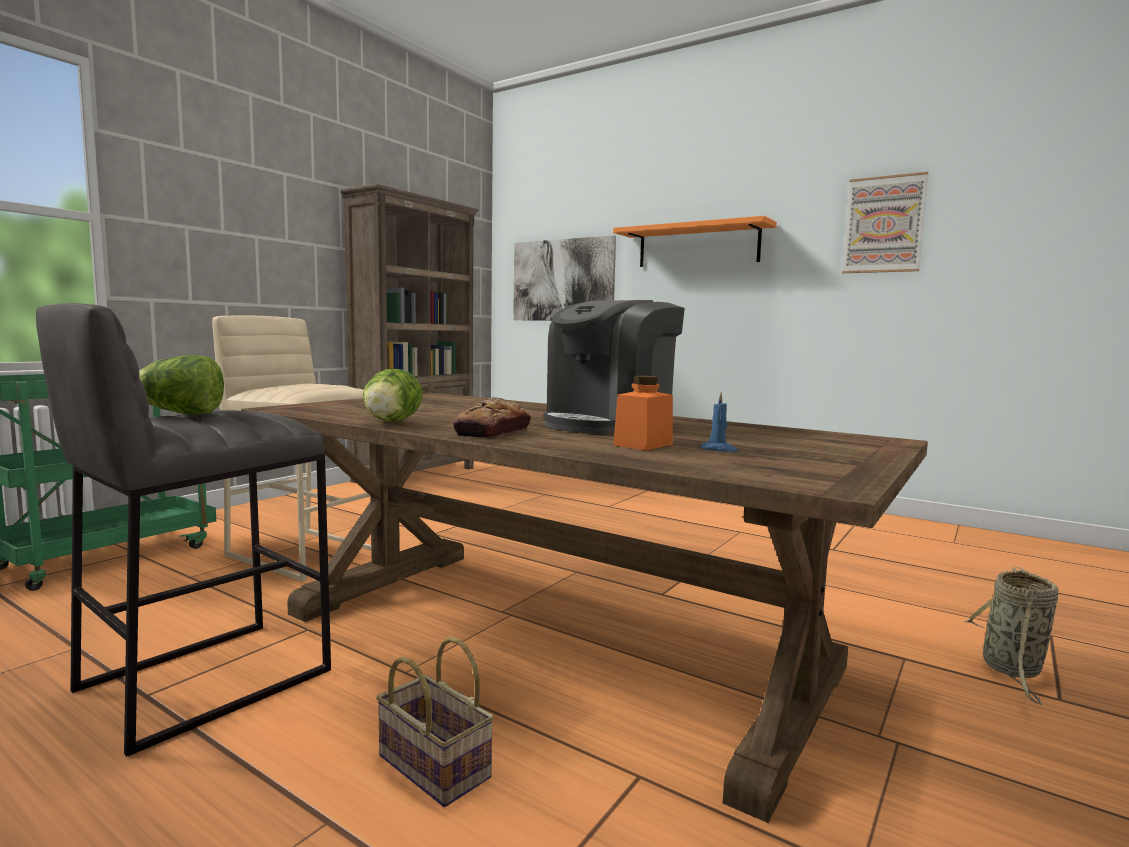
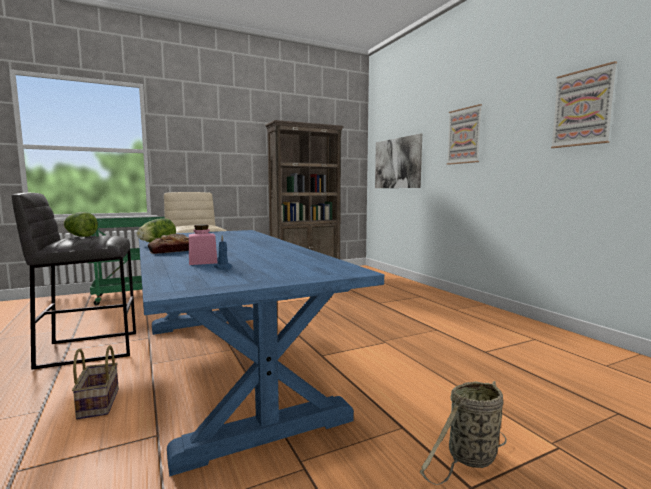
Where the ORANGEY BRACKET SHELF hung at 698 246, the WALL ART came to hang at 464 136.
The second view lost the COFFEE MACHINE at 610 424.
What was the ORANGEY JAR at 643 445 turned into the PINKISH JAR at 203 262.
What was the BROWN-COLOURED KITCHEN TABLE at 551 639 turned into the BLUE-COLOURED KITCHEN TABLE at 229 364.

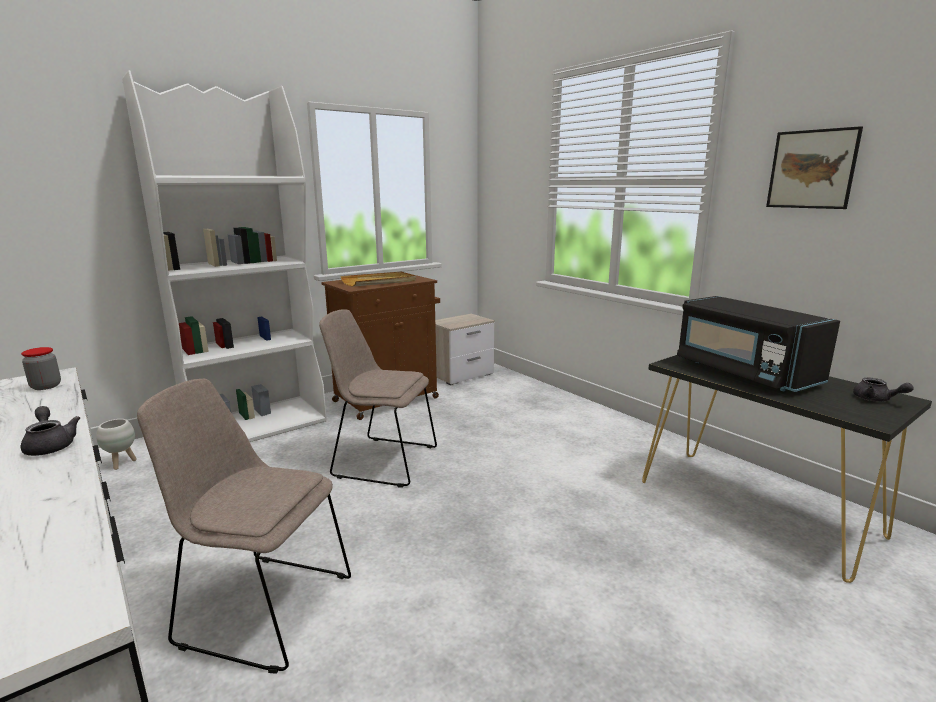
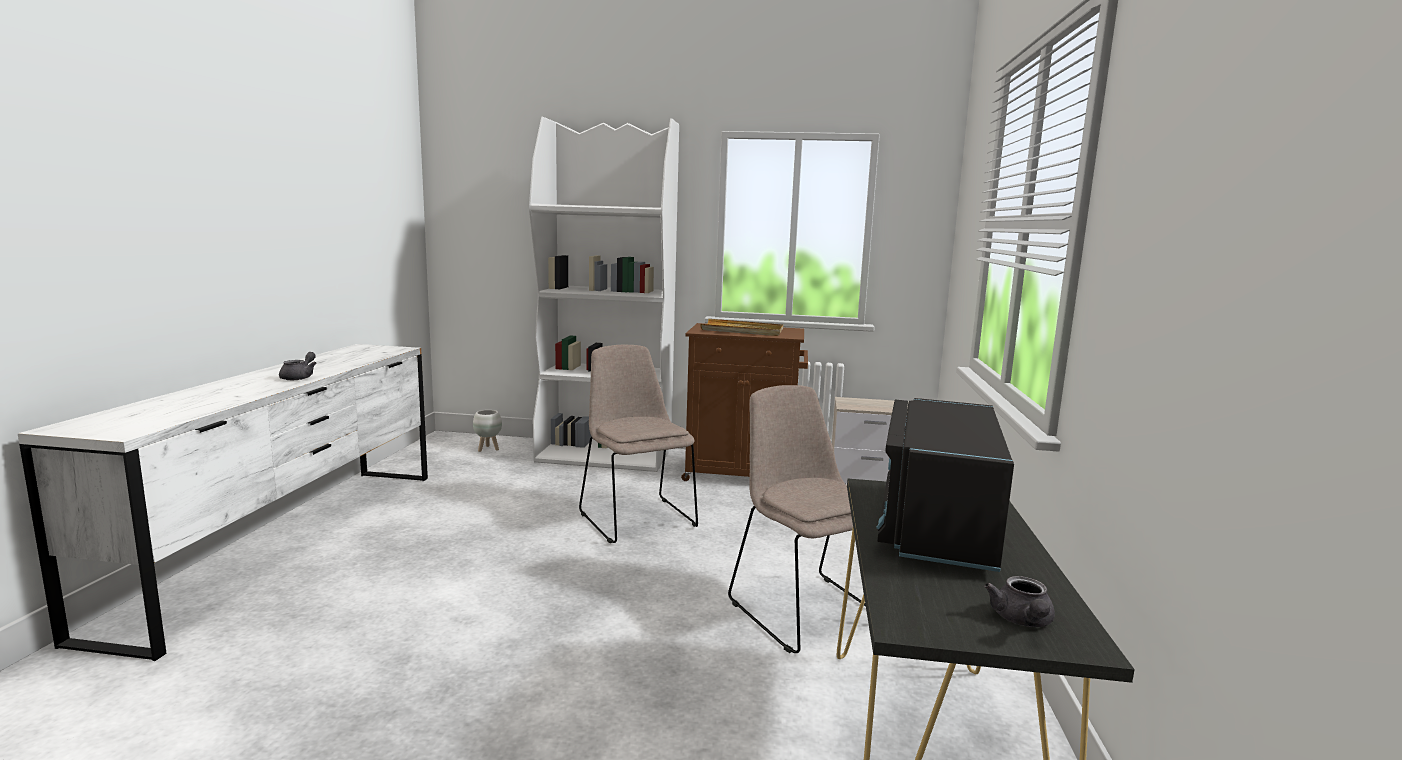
The second view lost the WALL ART at 811 169.
The second view lost the JAR at 46 386.
The BEIGE-COLOURED UPRIGHT CHAIR ended up elsewhere, having gone from 262 607 to 804 609.

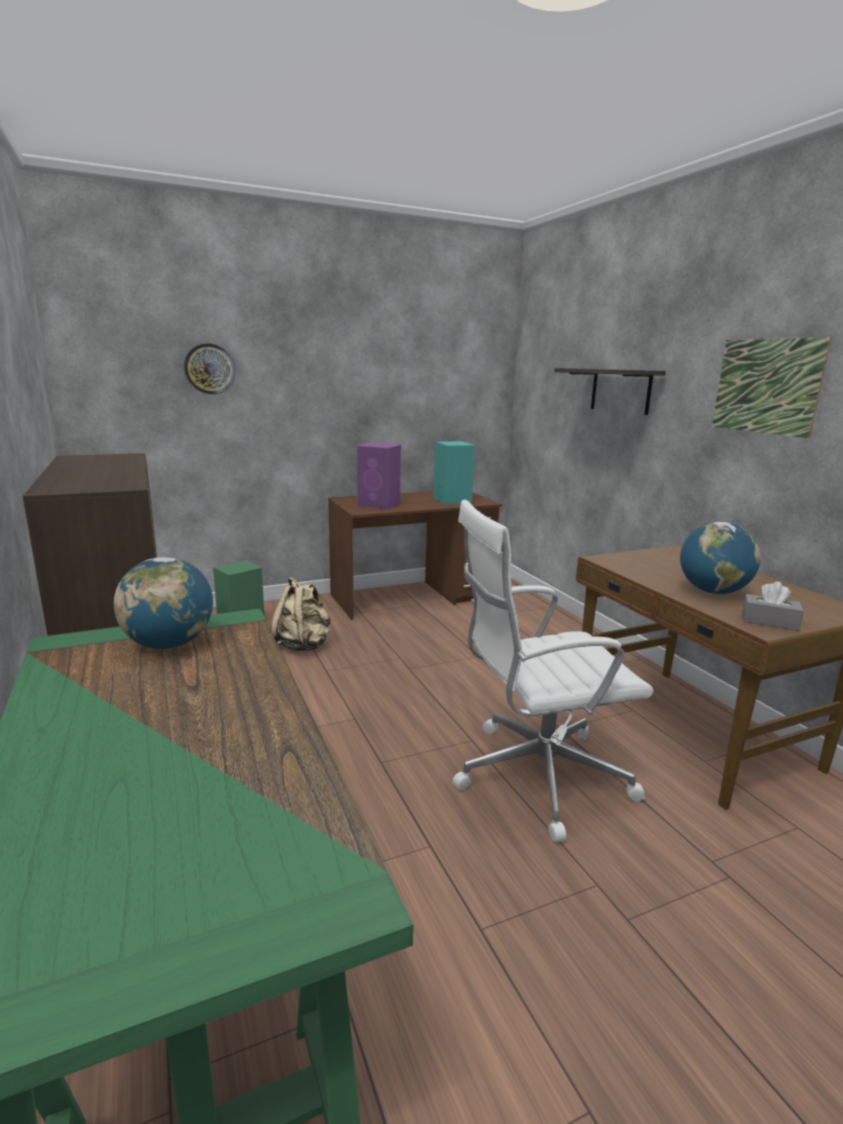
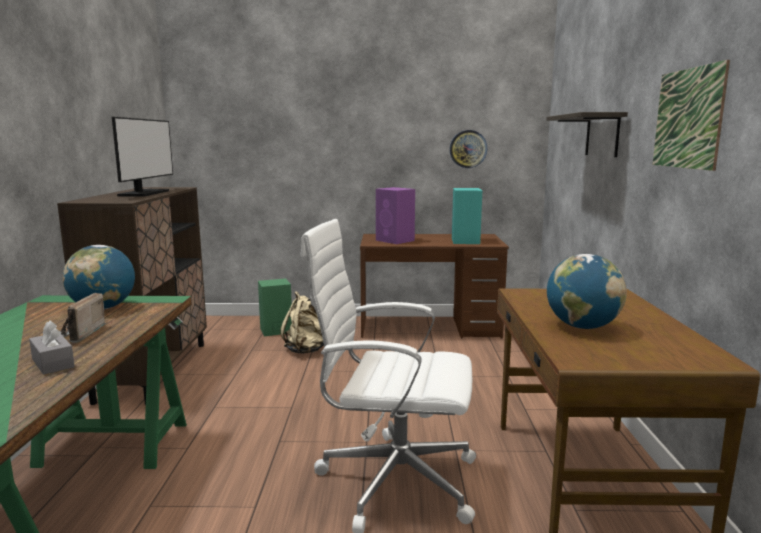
The CLOCK ON THE WALL ended up elsewhere, having gone from 209 369 to 468 149.
The GREYISH BOX OF TISSUES ended up elsewhere, having gone from 769 621 to 53 363.
The second view gained the COMPUTER DISPLAY at 144 193.
The second view gained the RADIO SET at 79 334.

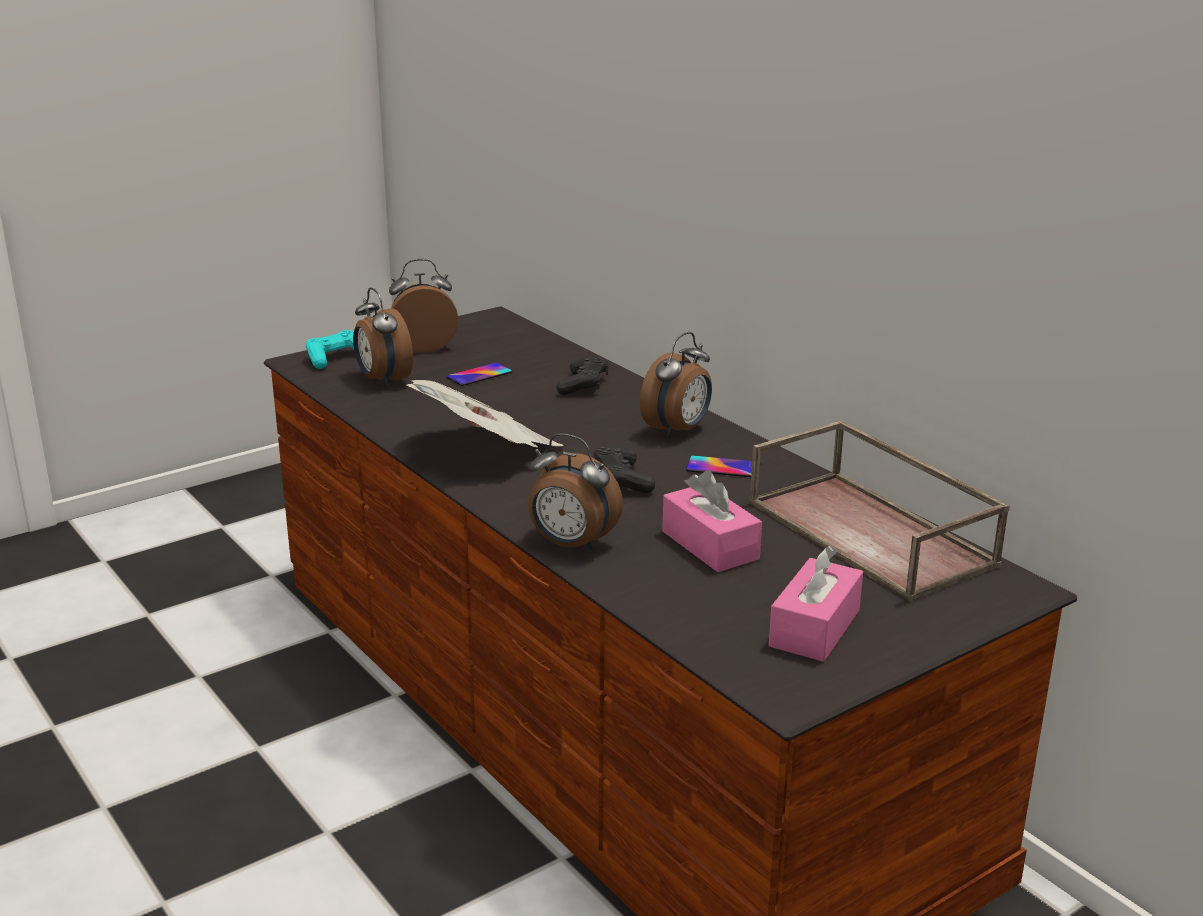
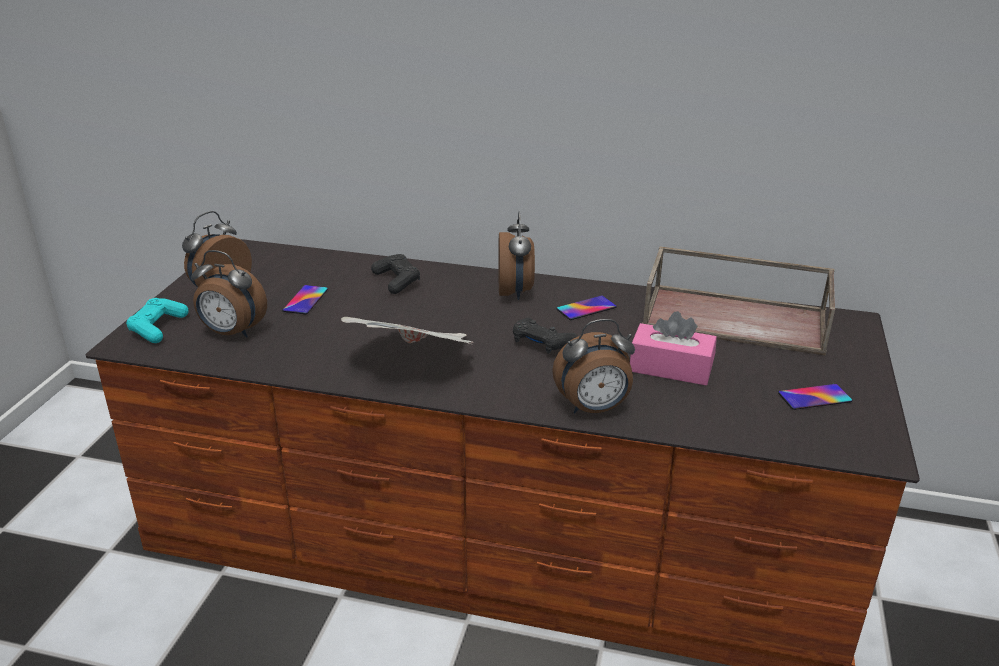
Where the PINKISH BOX OF TISSUES stood at 814 628, the PHONE came to stand at 814 397.

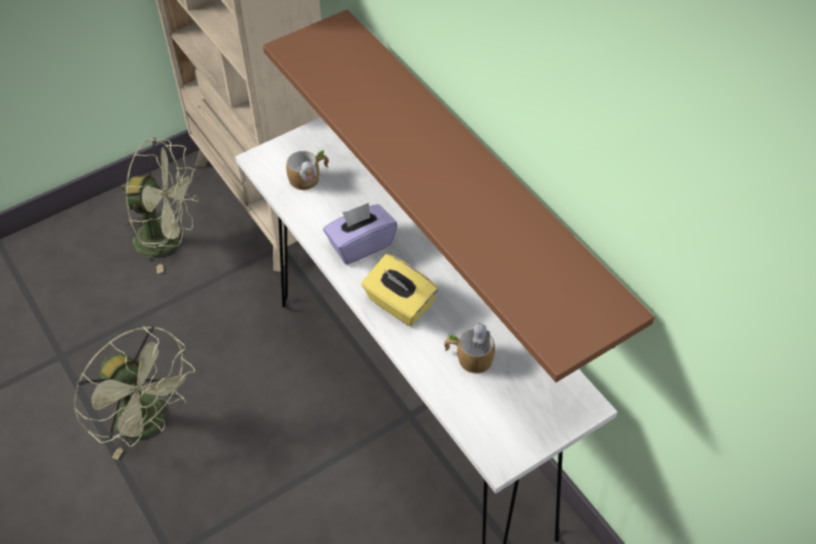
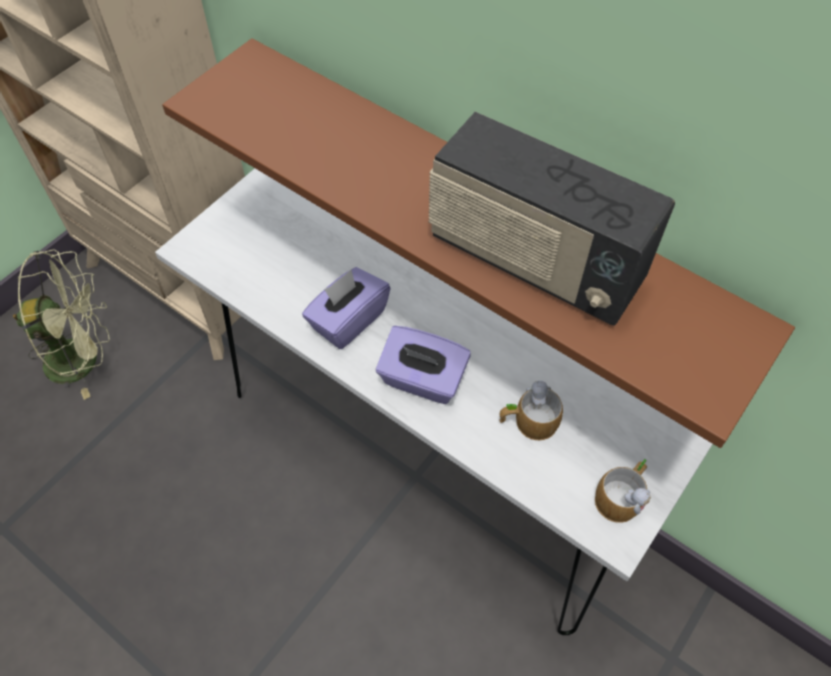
The TEA MUG ended up elsewhere, having gone from 309 177 to 622 496.
What was the YELLOW BOX OF TISSUES at 399 304 turned into the PURPLE BOX OF TISSUES at 422 380.
The second view lost the GREEN ELECTRIC FAN at 149 423.
The second view gained the RADIO SET at 533 261.

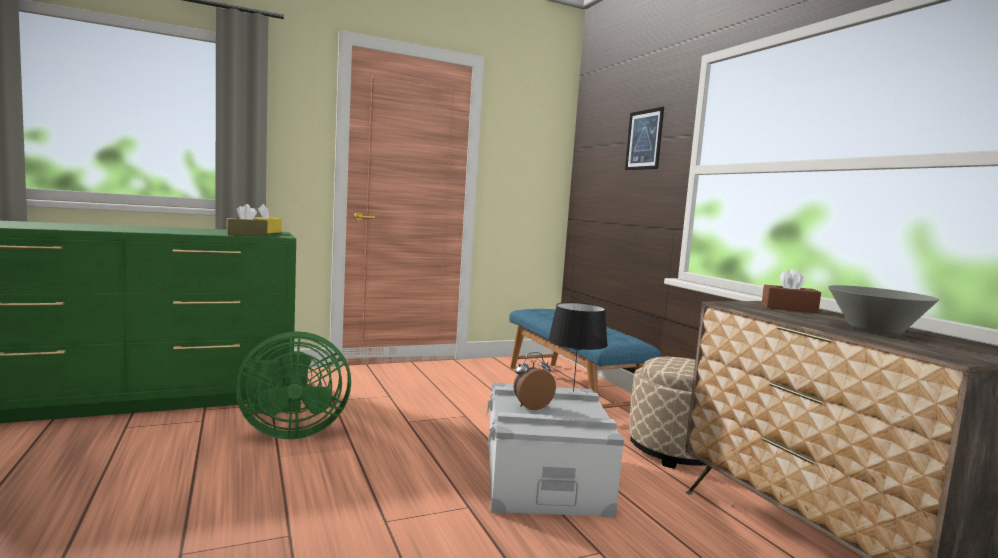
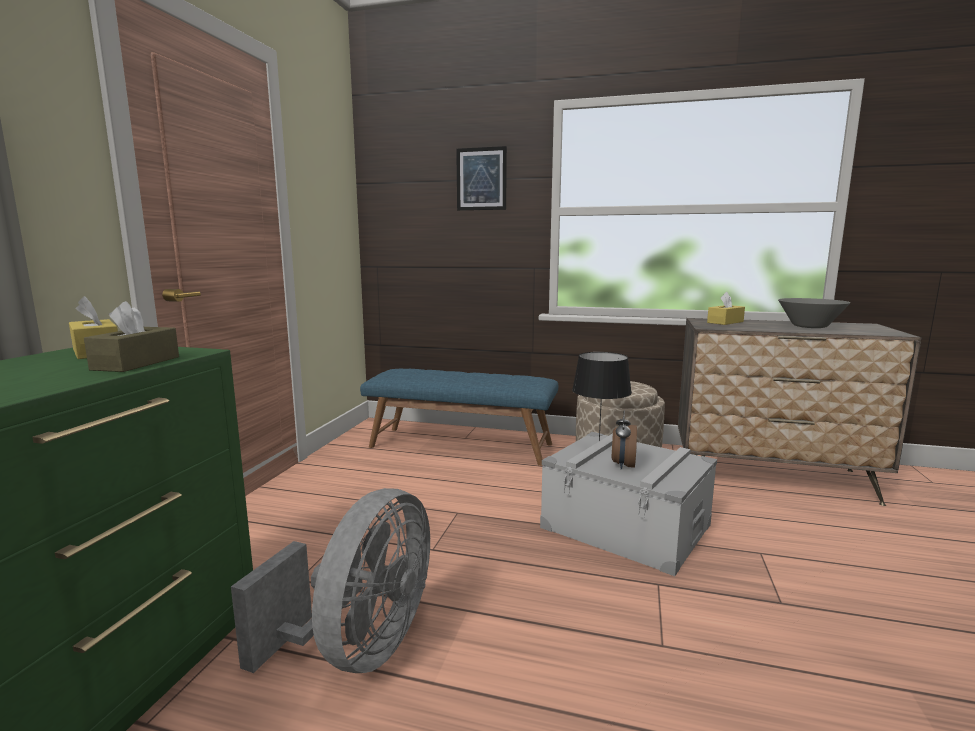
What was the BROWN-COLOURED BOX OF TISSUES at 789 308 turned into the YELLOW BOX OF TISSUES at 725 322.
What was the GREEN ELECTRIC FAN at 290 432 turned into the GREYISH ELECTRIC FAN at 360 648.

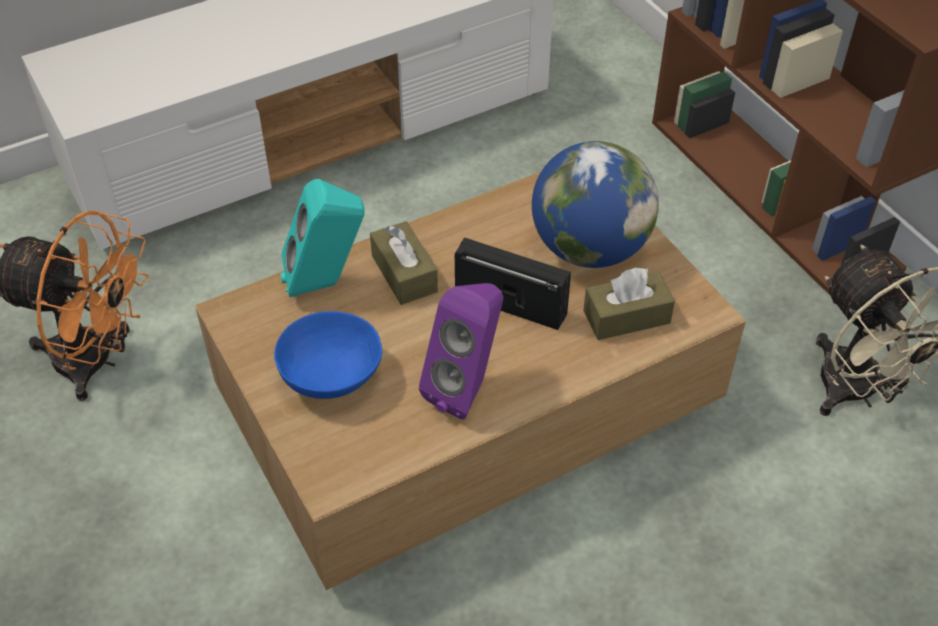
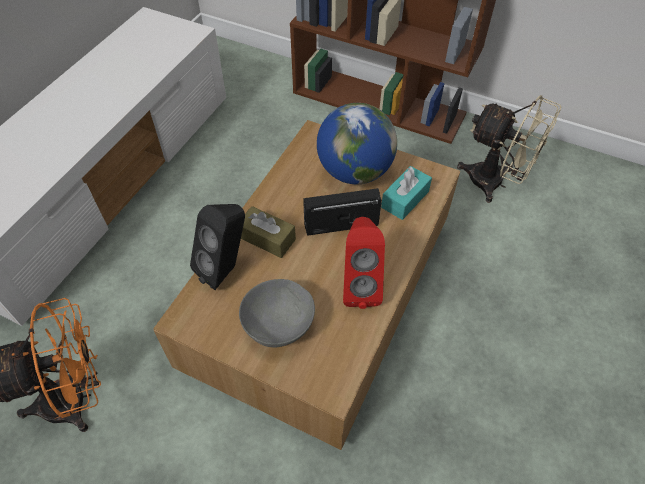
What was the TURQUOISE-COLOURED SPEAKER at 327 283 turned into the BLACKISH SPEAKER at 226 269.
What was the BROWN-COLOURED BOX OF TISSUES at 626 317 turned into the TURQUOISE-COLOURED BOX OF TISSUES at 405 199.
What was the PURPLE SPEAKER at 467 388 turned into the RED-COLOURED SPEAKER at 360 286.
What was the BLUE-COLOURED SERVING BOWL at 331 377 turned into the GREYISH SERVING BOWL at 278 324.

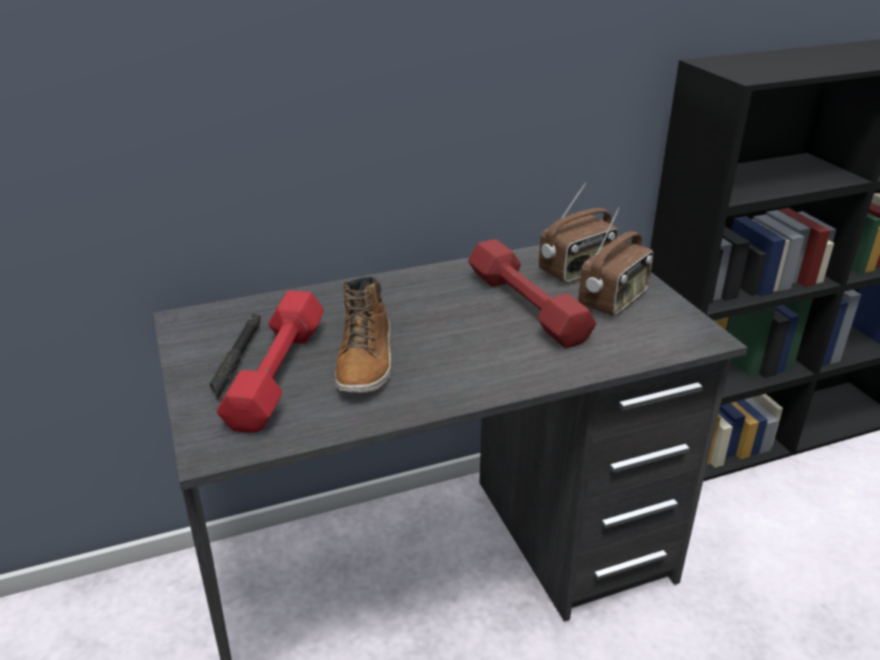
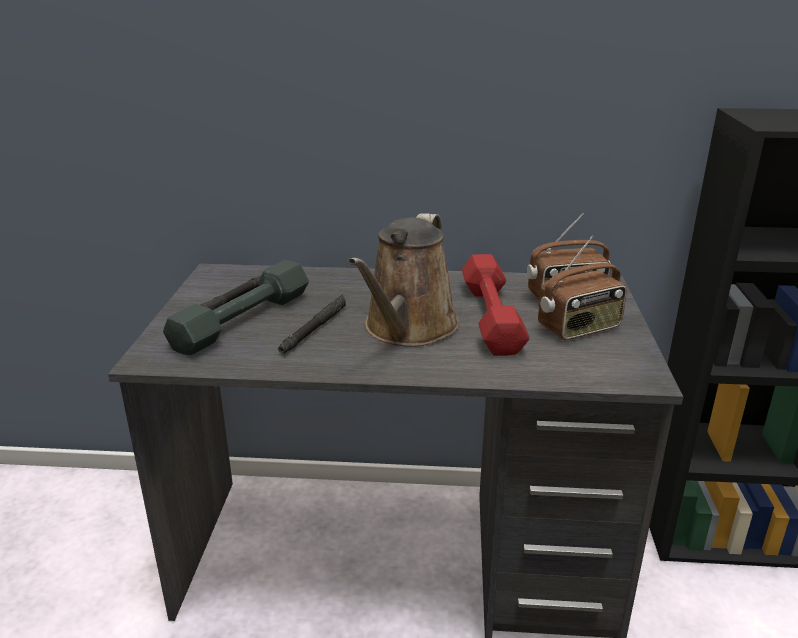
Where the TALL BOOT stood at 366 361, the BLACKISH HAND TORCH came to stand at 316 328.
What was the RED-COLOURED FREE WEIGHT at 278 373 turned into the GREYISH FREE WEIGHT at 243 321.
The second view gained the BROWN-COLOURED WATERING POT at 407 329.

